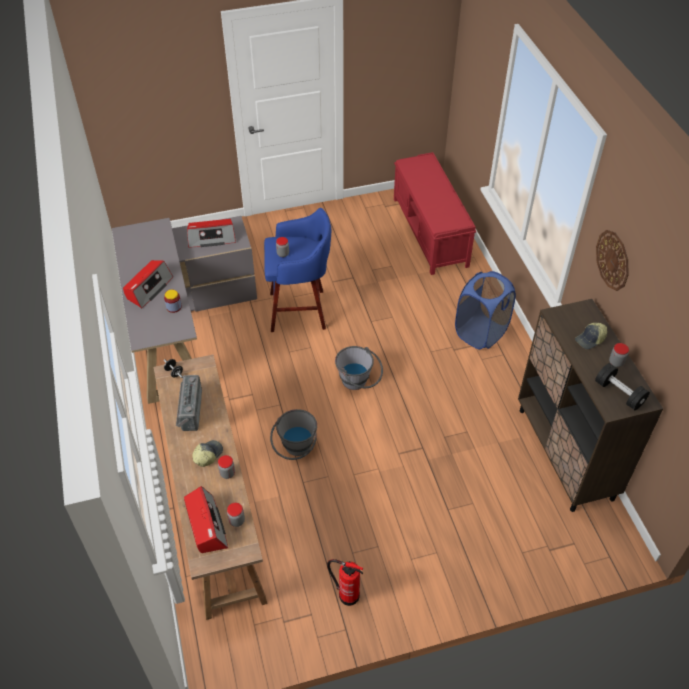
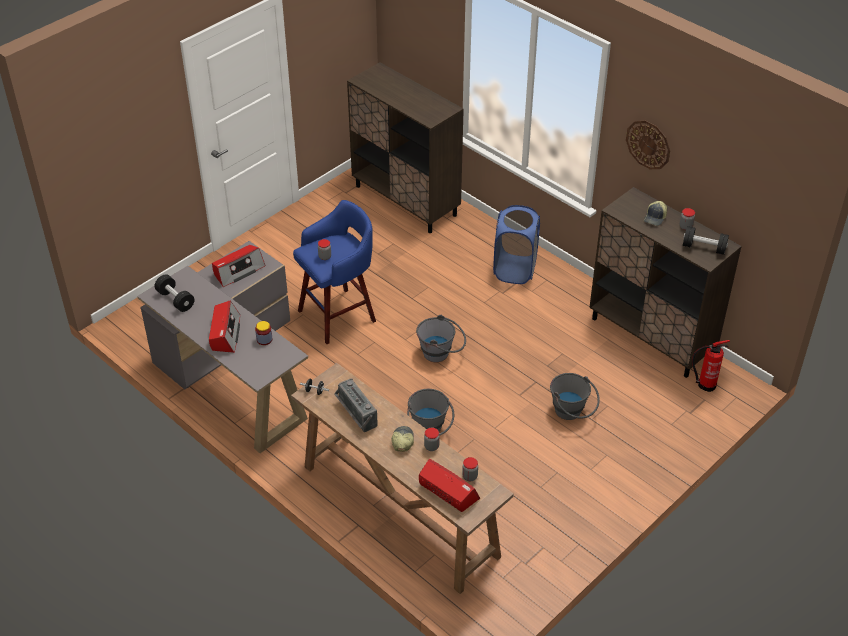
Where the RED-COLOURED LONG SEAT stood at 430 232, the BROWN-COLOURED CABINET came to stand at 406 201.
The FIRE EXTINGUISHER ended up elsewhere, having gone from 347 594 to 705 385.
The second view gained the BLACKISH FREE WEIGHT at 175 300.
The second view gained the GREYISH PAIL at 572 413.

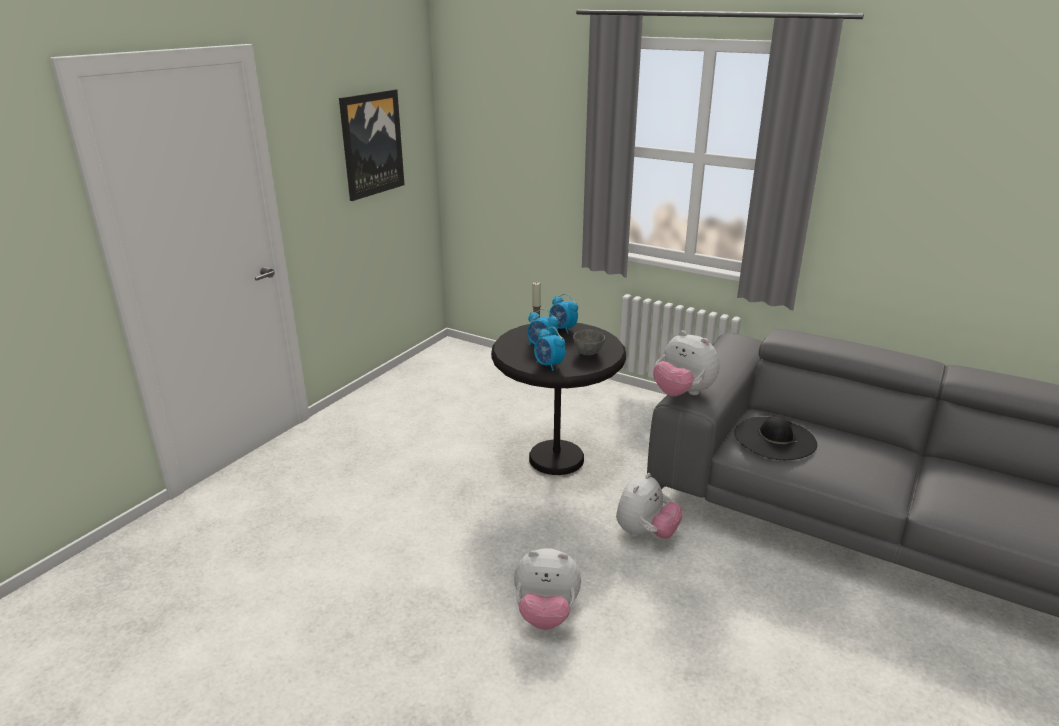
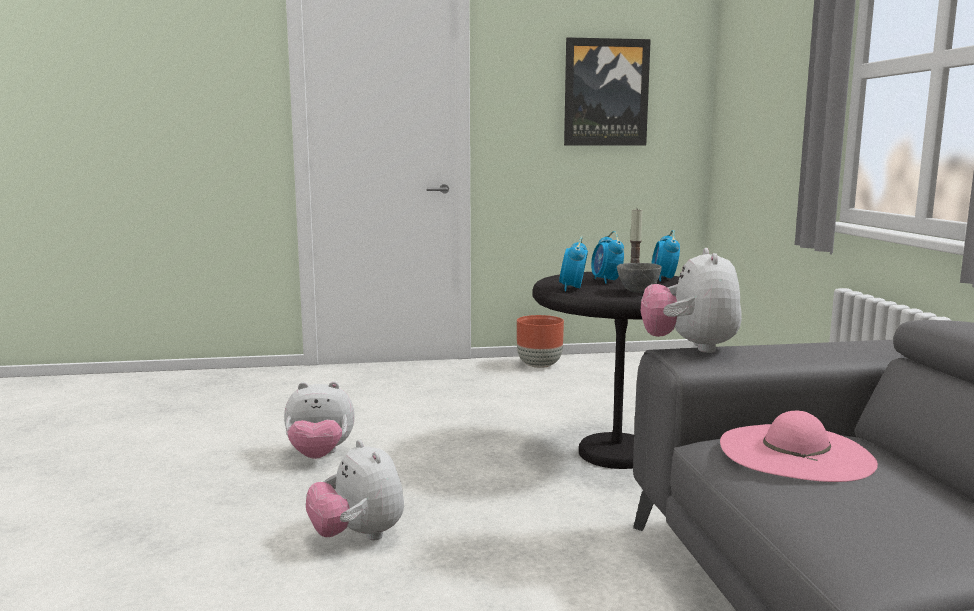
What was the BLACKISH WEARABLE HAT at 775 438 turned into the PINKISH WEARABLE HAT at 795 452.
The SOFT TOY ended up elsewhere, having gone from 646 533 to 319 456.
The second view gained the BROWN-COLOURED PLANTER at 540 365.

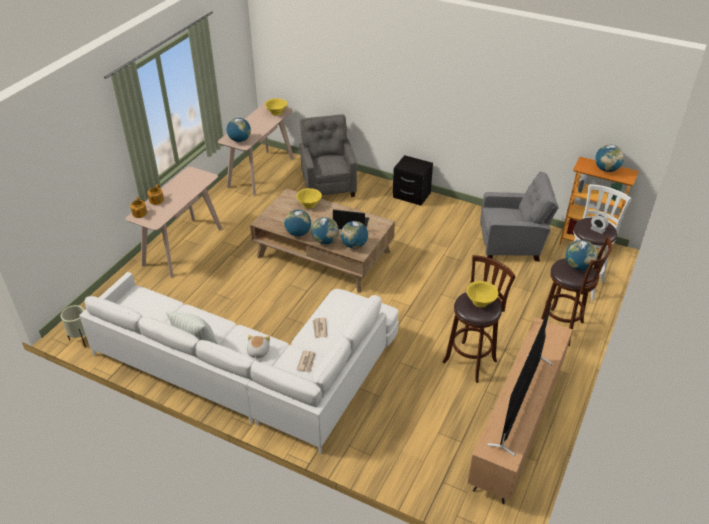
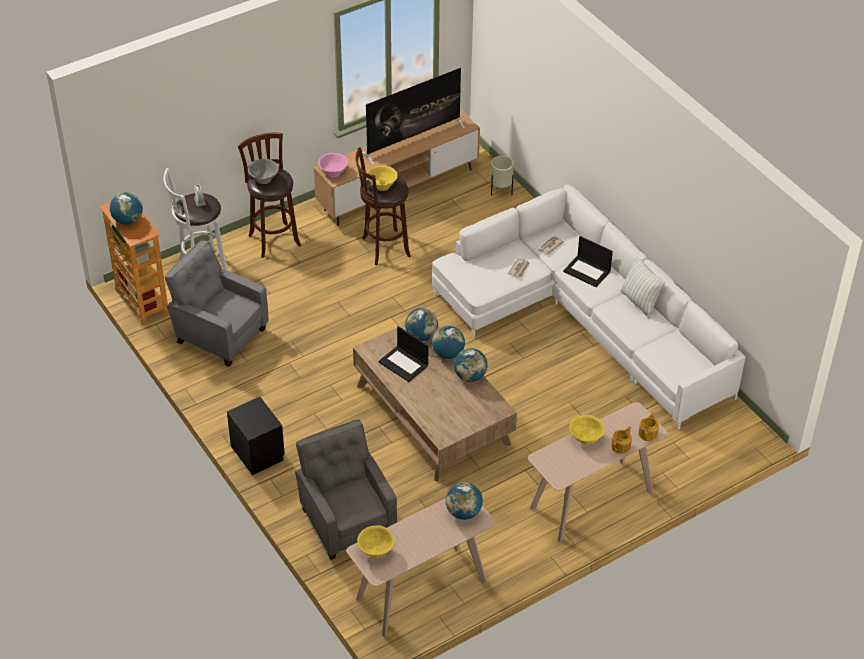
The GREYISH ARMCHAIR at 328 185 ended up facing another way, 135 degrees clockwise from before.
The YELLOW SERVING BOWL ended up elsewhere, having gone from 309 204 to 586 438.
Where the DESK GLOBE stood at 578 266, the GREYISH SERVING BOWL came to stand at 263 179.
The BEIGE-COLOURED PLANTER ended up elsewhere, having gone from 81 339 to 501 191.
Where the SOFT TOY stood at 257 352, the NOTEBOOK COMPUTER came to stand at 587 271.
The second view gained the PINKISH SERVING BOWL at 333 172.

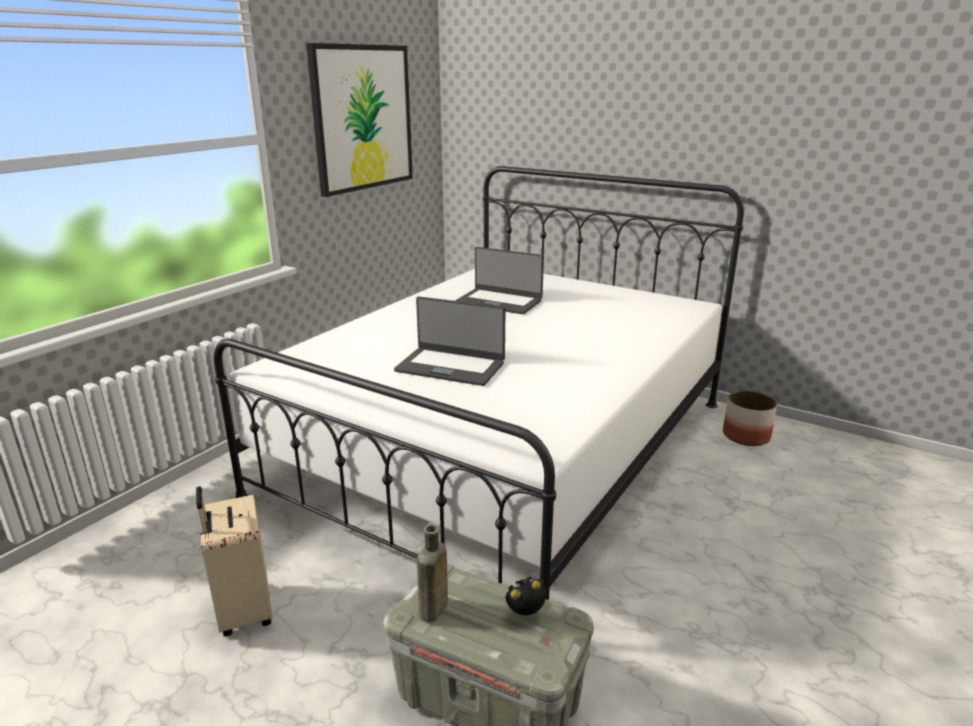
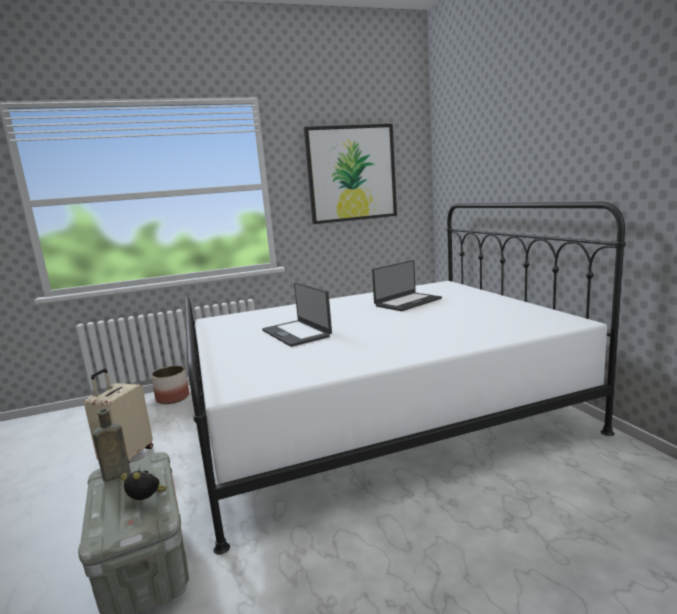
The NOTEBOOK COMPUTER at 499 301 ended up facing another way, 105 degrees counterclockwise from before.
The PLANTER ended up elsewhere, having gone from 746 436 to 173 398.

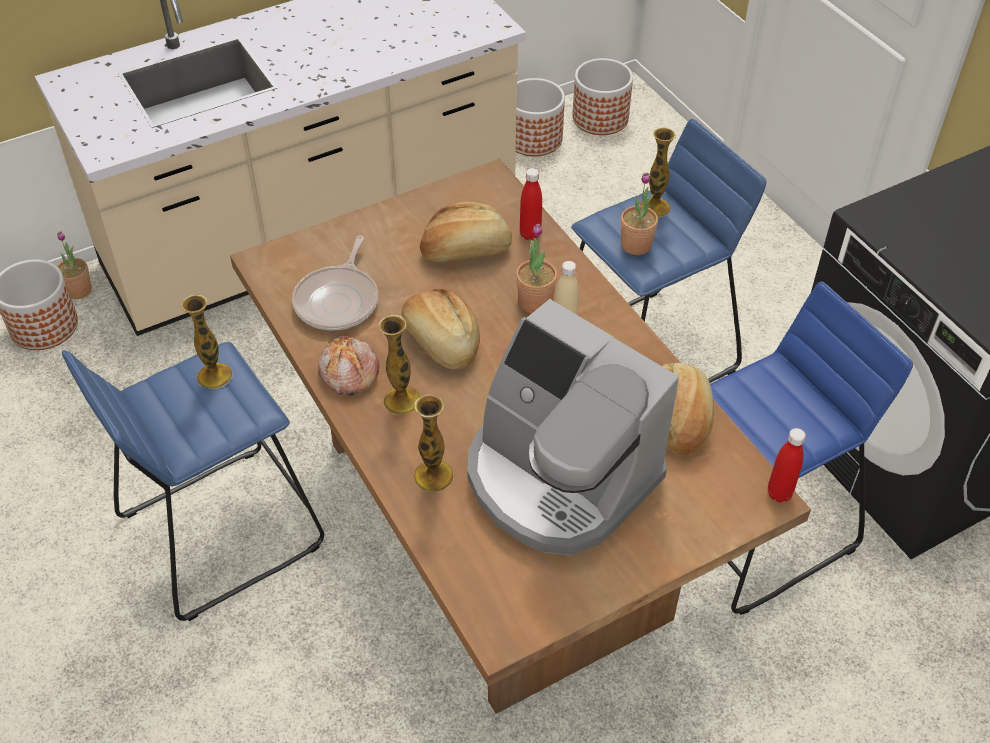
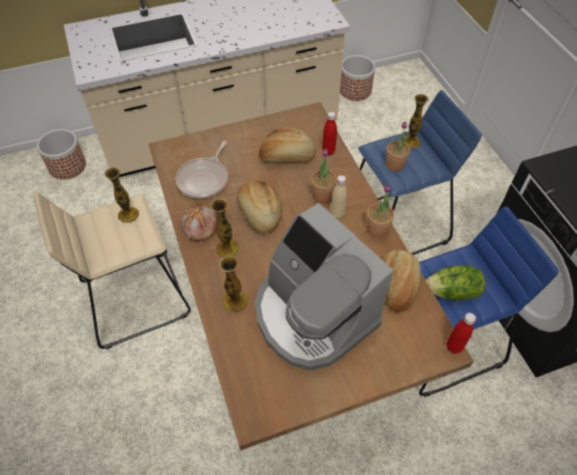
The second view lost the PLANTER at 600 119.
The HOUSEPLANT ended up elsewhere, having gone from 79 290 to 377 229.
What was the BLUE-COLOURED SITTING STOOL at 220 530 turned into the BEIGE-COLOURED SITTING STOOL at 135 297.
The second view gained the LETTUCE at 452 292.

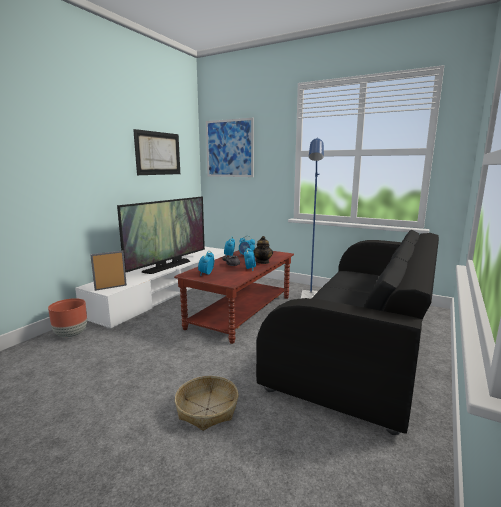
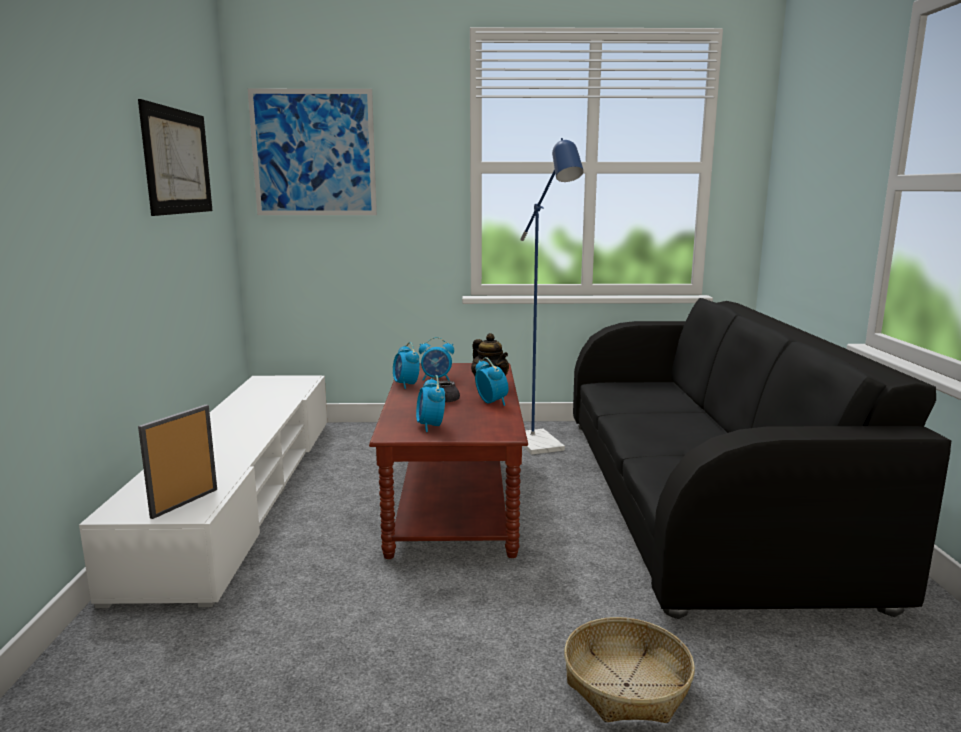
The second view lost the TELEVISION at 168 266.
The second view lost the BROWN-COLOURED PLANTER at 71 335.

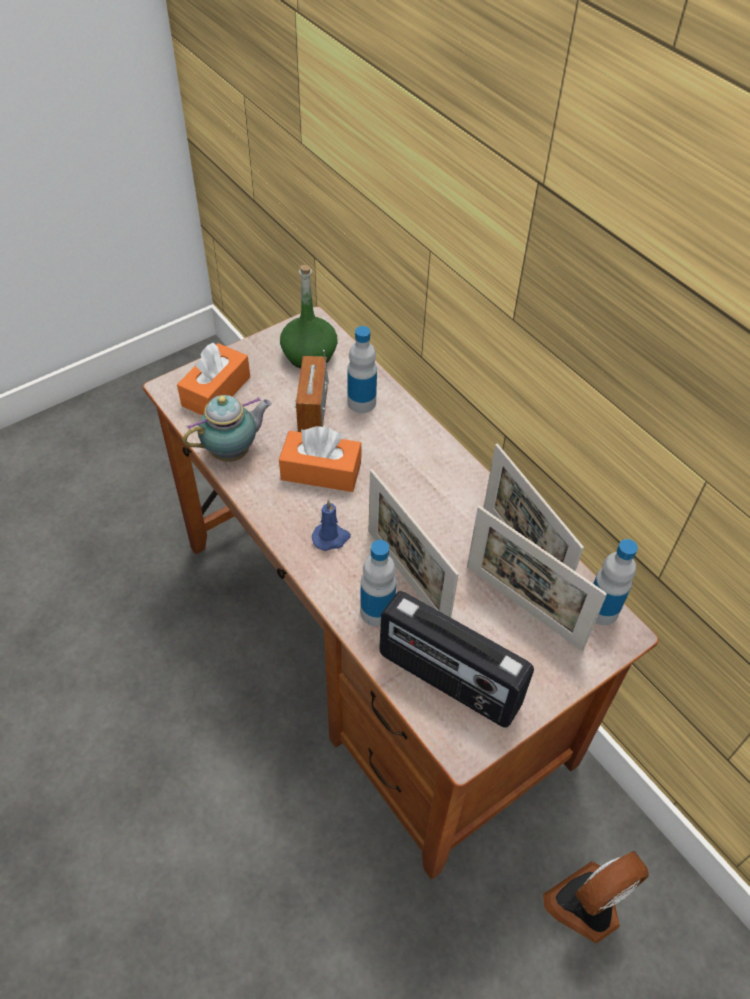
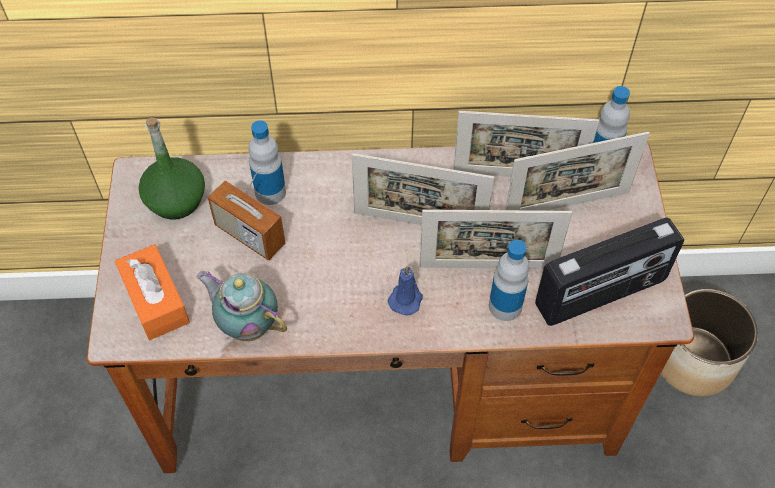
The TEAPOT at 233 452 ended up facing another way, 60 degrees counterclockwise from before.
The second view lost the ORANGEY BOX OF TISSUES at 321 471.
Where the ELECTRIC FAN stood at 587 906, the PLANTER came to stand at 694 361.
The second view gained the STANDING FRAME at 419 223.

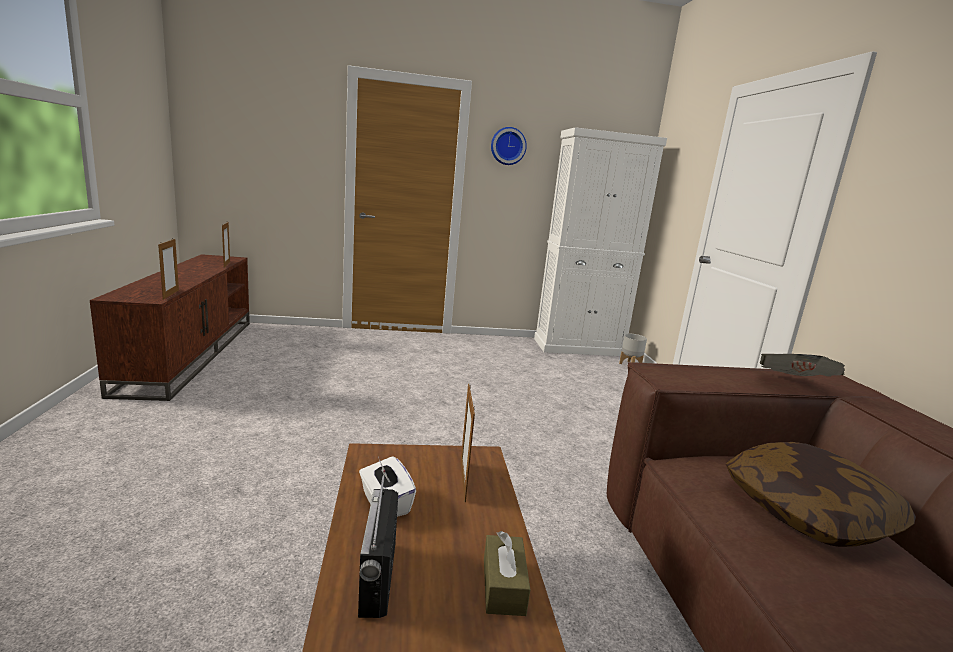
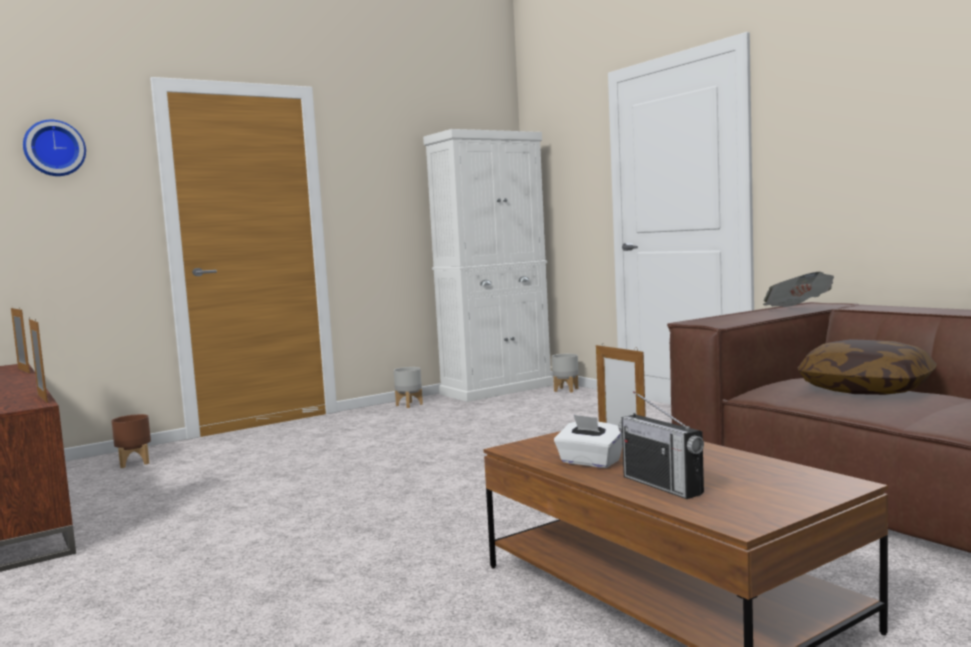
The CLOCK ON THE WALL ended up elsewhere, having gone from 508 146 to 54 148.
The second view lost the BROWN-COLOURED BOX OF TISSUES at 503 586.
The second view gained the GREYISH PLANTER at 409 405.
The second view gained the BROWN-COLOURED PLANTER at 134 463.

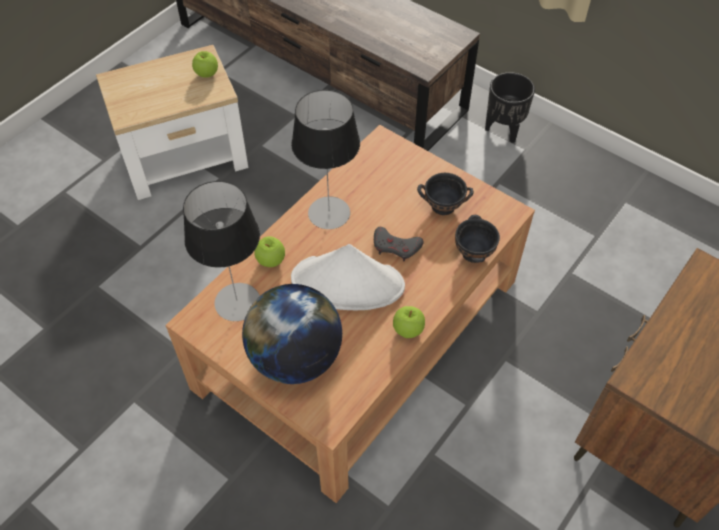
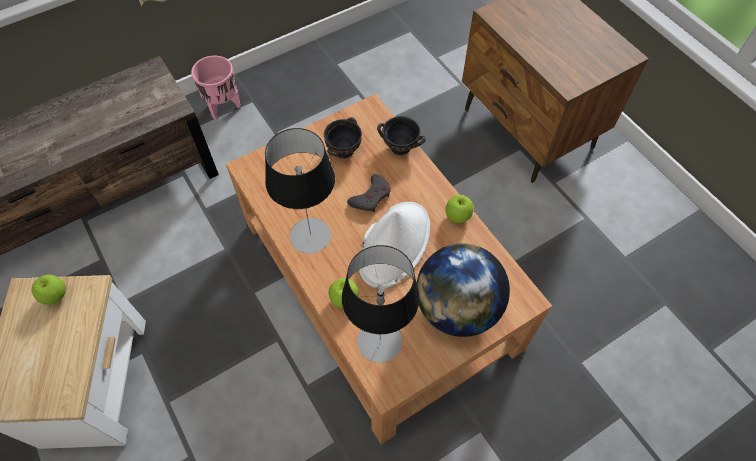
What was the BLACKISH PLANTER at 504 130 turned into the PINKISH PLANTER at 223 107.

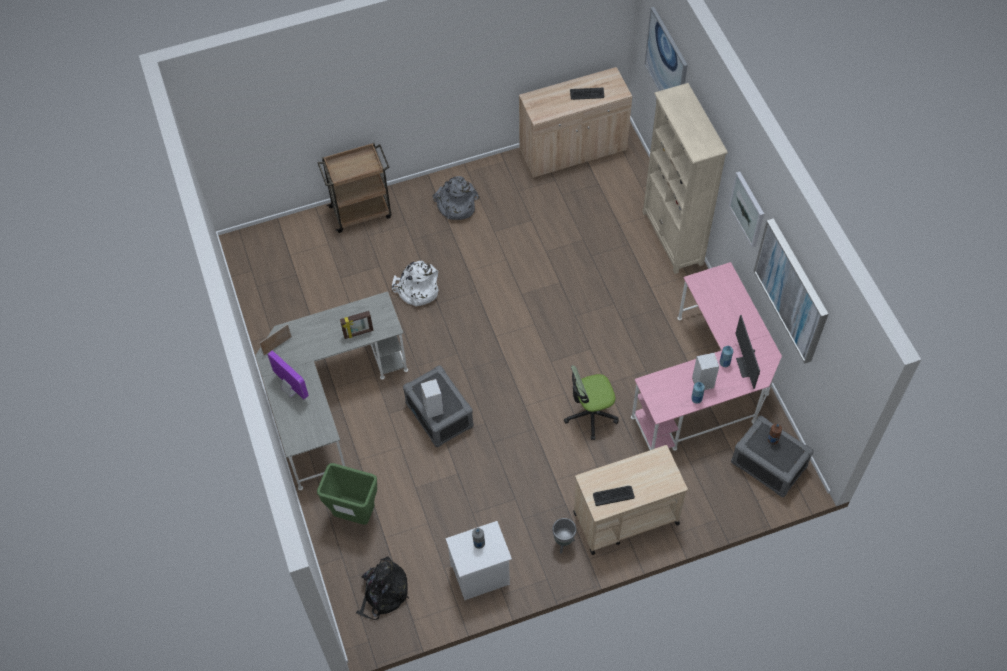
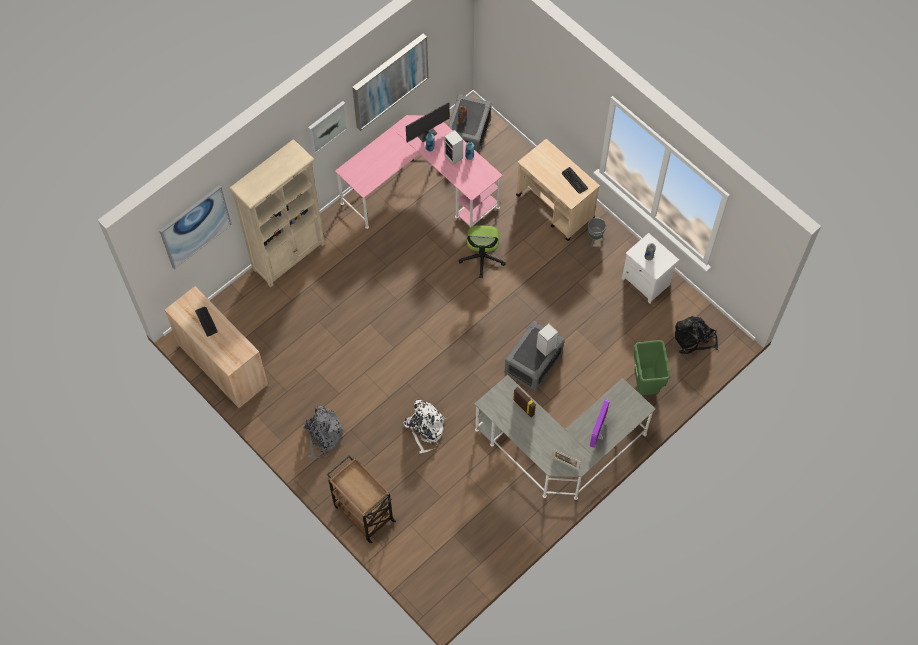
The COMPUTER CHAIR at 590 414 ended up facing another way, 45 degrees clockwise from before.

